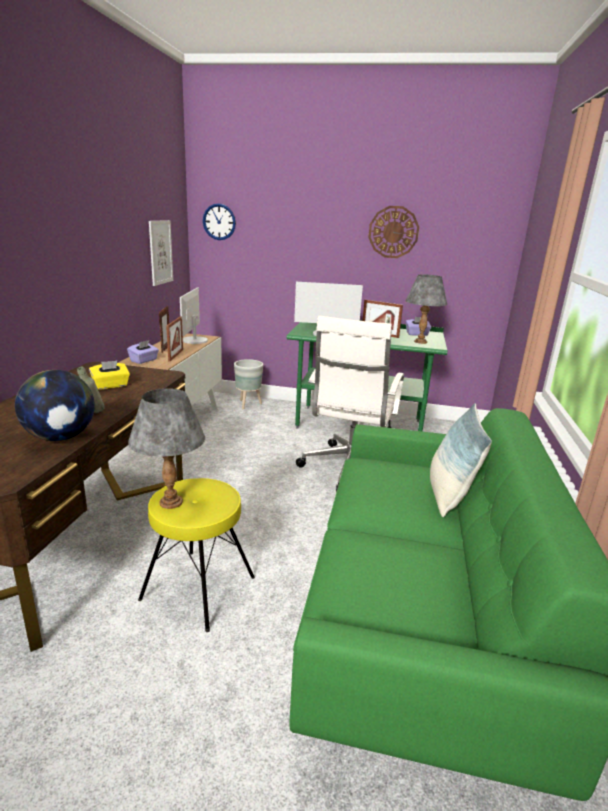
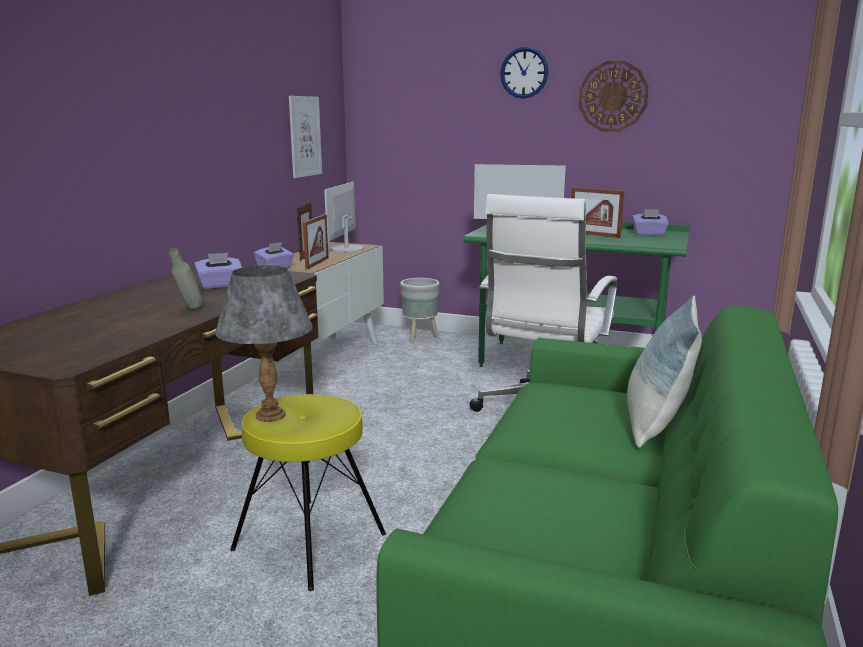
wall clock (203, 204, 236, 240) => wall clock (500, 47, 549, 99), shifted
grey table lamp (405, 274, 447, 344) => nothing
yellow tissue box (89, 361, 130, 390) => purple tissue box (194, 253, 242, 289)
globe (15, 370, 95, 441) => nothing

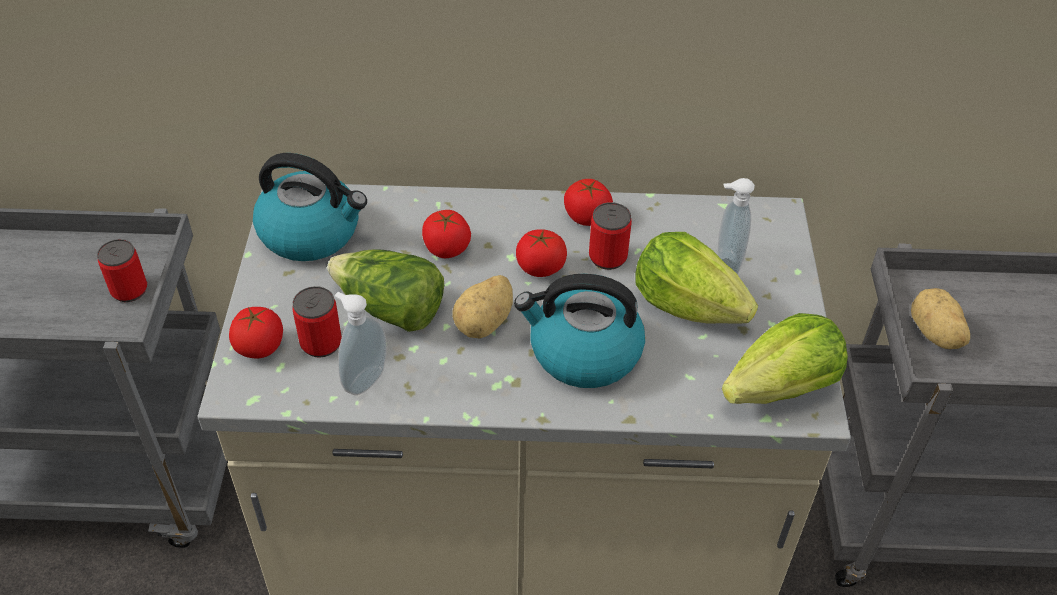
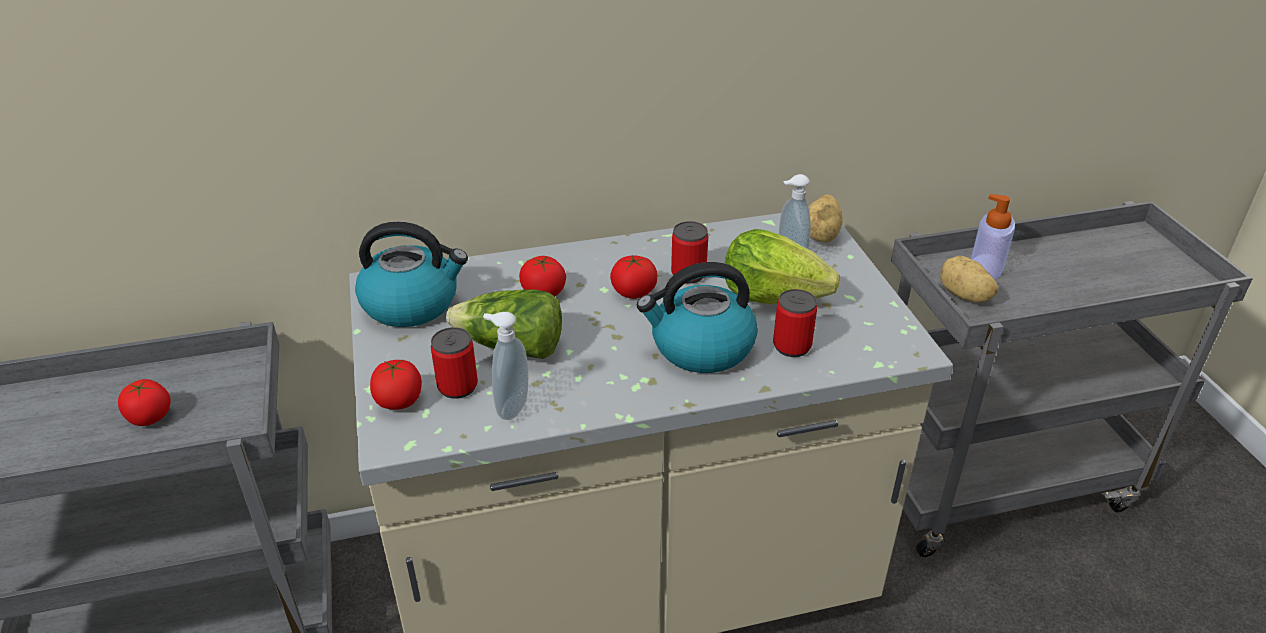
tomato (564, 179, 613, 226) => tomato (118, 379, 171, 426), shifted
can (97, 239, 147, 302) => can (773, 289, 817, 357), shifted
potato (452, 275, 513, 338) => potato (809, 195, 843, 243), shifted
lettuce (722, 313, 848, 404) => nothing
nothing => soap dispenser (971, 194, 1015, 280)

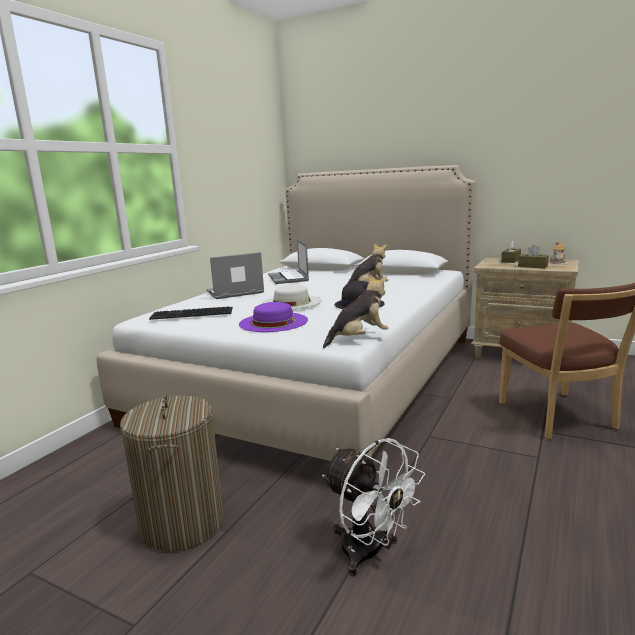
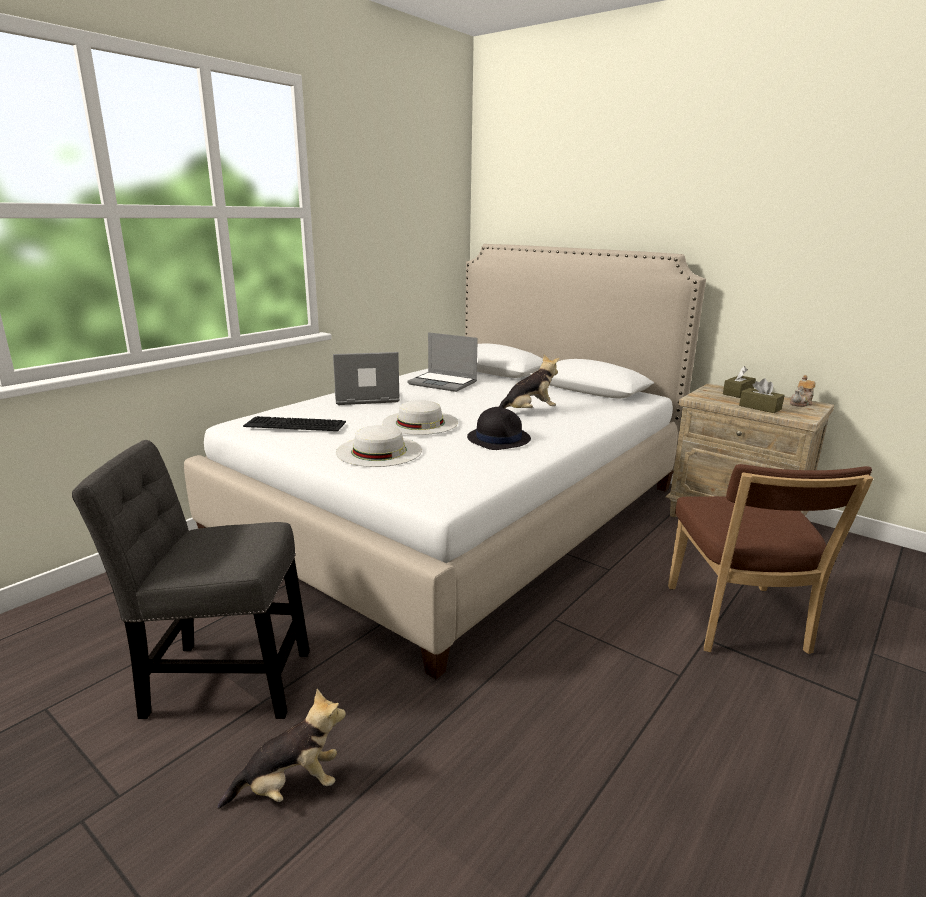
laptop (268, 239, 309, 284) => laptop (407, 332, 478, 392), 60 degrees counterclockwise
plush toy (323, 274, 389, 348) => plush toy (217, 689, 346, 809), shifted
purple hat (239, 302, 308, 332) => white hat (336, 425, 422, 467)
laundry basket (120, 394, 224, 552) => grey chair (72, 440, 310, 719)
white fan (322, 438, 425, 576) => nothing

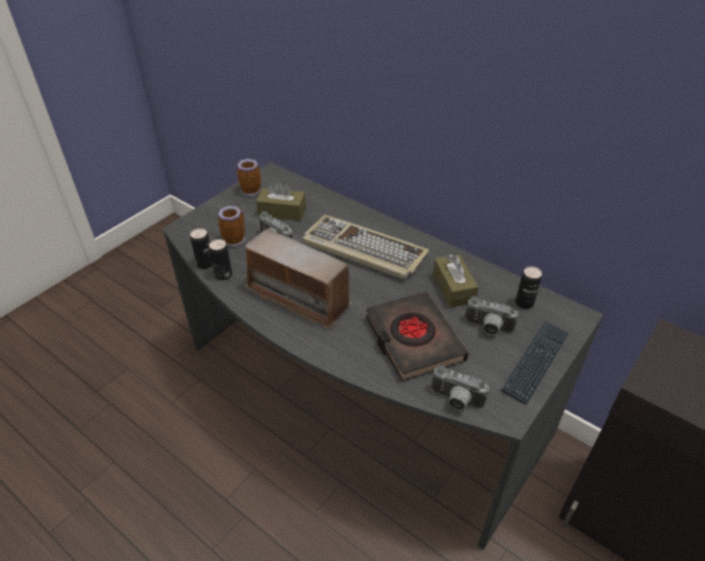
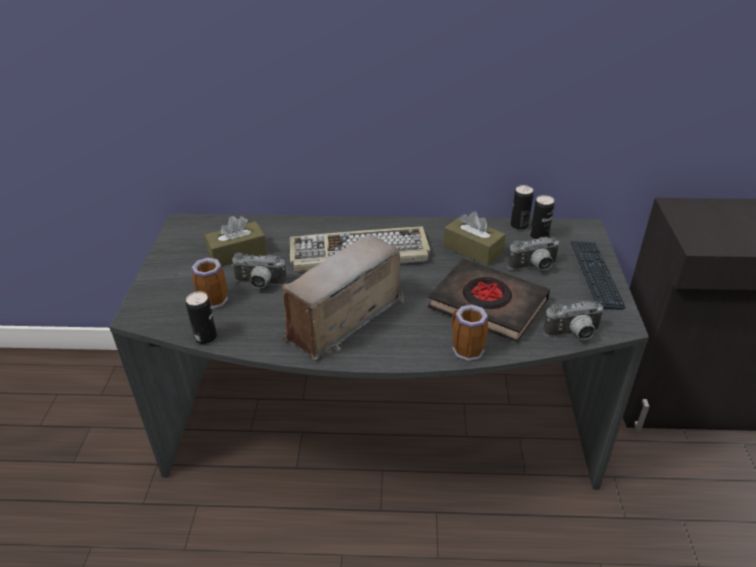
mug (237, 159, 262, 197) => mug (452, 304, 489, 361), shifted
radio (244, 228, 353, 329) => radio (283, 235, 404, 360), 135 degrees clockwise
can (209, 239, 232, 280) => can (511, 185, 534, 230), shifted

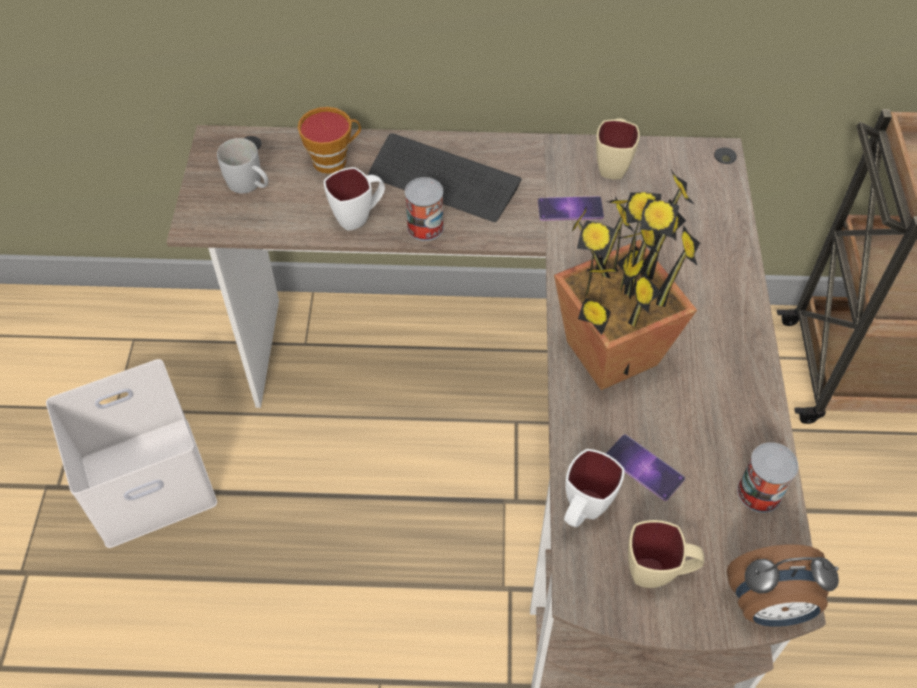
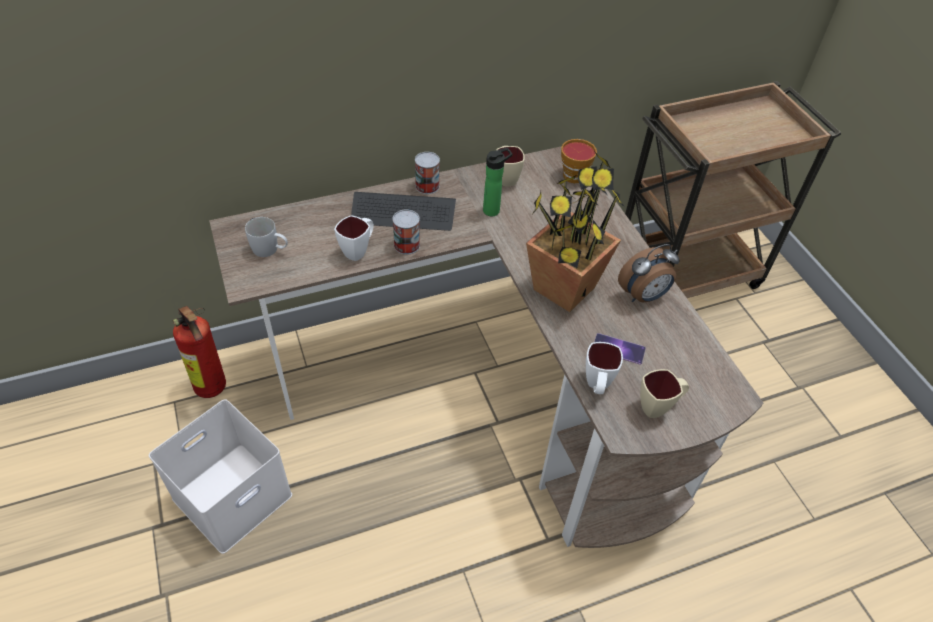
cup (298, 107, 361, 174) => cup (561, 139, 597, 184), shifted
phone (538, 196, 604, 221) => bottle (483, 148, 512, 216)
can (737, 442, 798, 513) => can (415, 152, 440, 194), shifted
alarm clock (727, 544, 839, 627) => alarm clock (618, 244, 680, 302), shifted
nothing => fire extinguisher (172, 306, 226, 398)

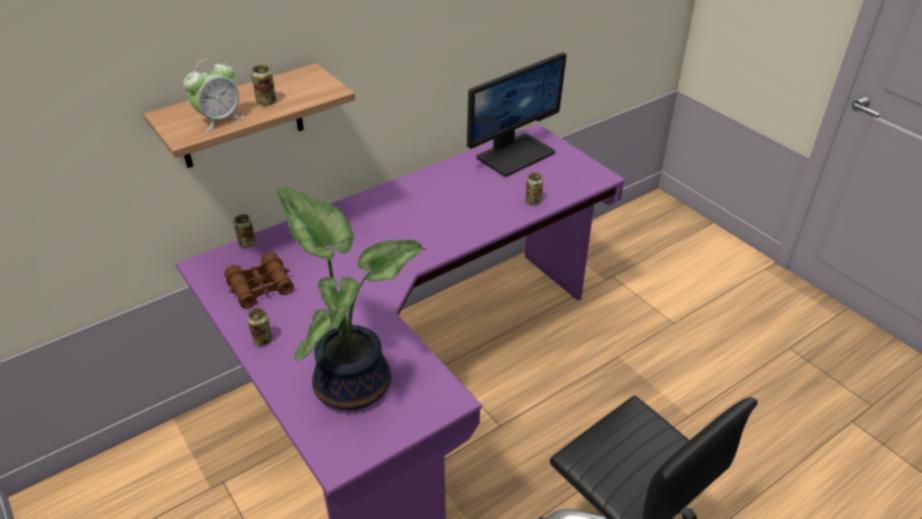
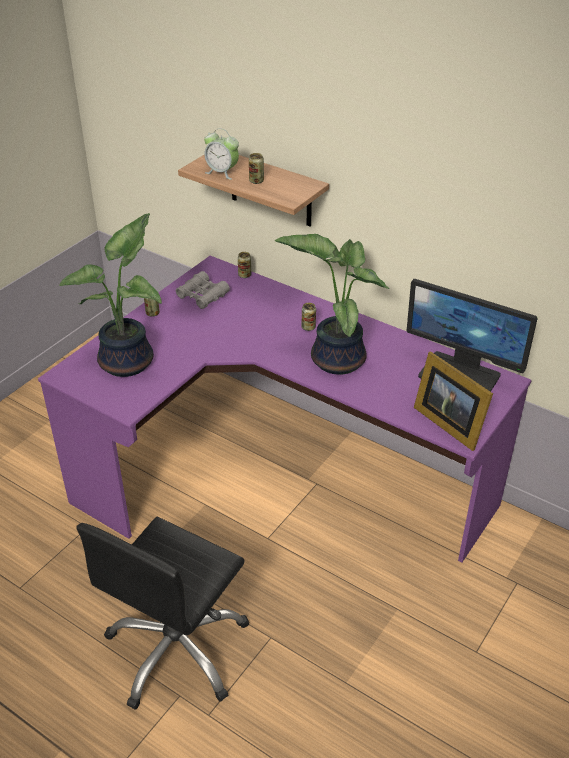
can (526, 173, 543, 205) => can (301, 303, 316, 331), shifted
brown binoculars (224, 252, 294, 309) => grey binoculars (176, 271, 230, 309)
nothing => potted plant (275, 234, 389, 375)
nothing => picture frame (414, 351, 493, 451)

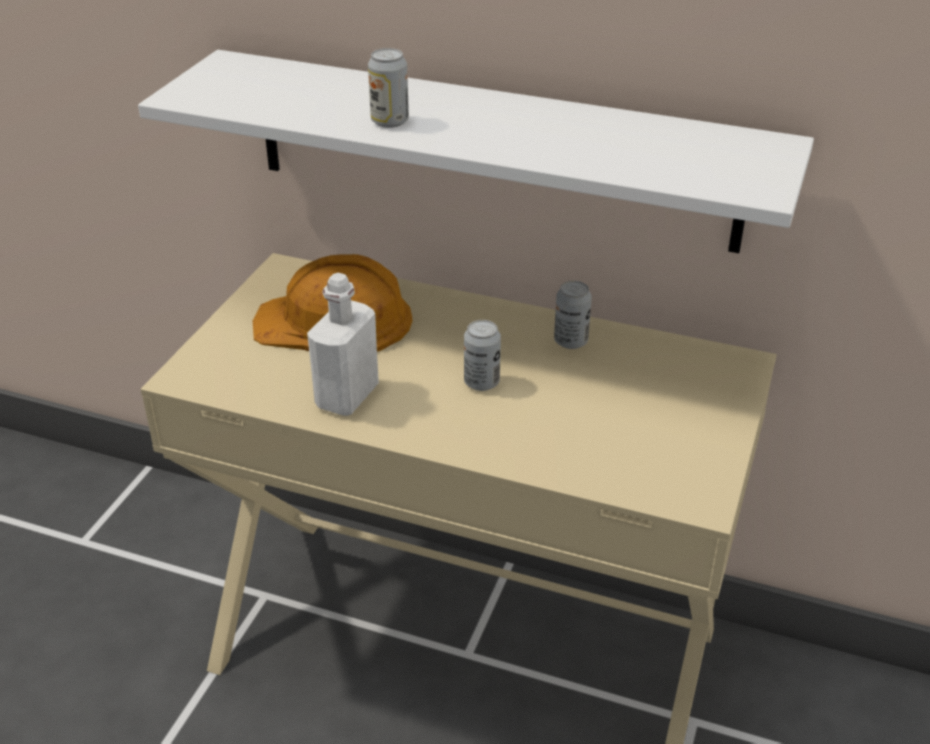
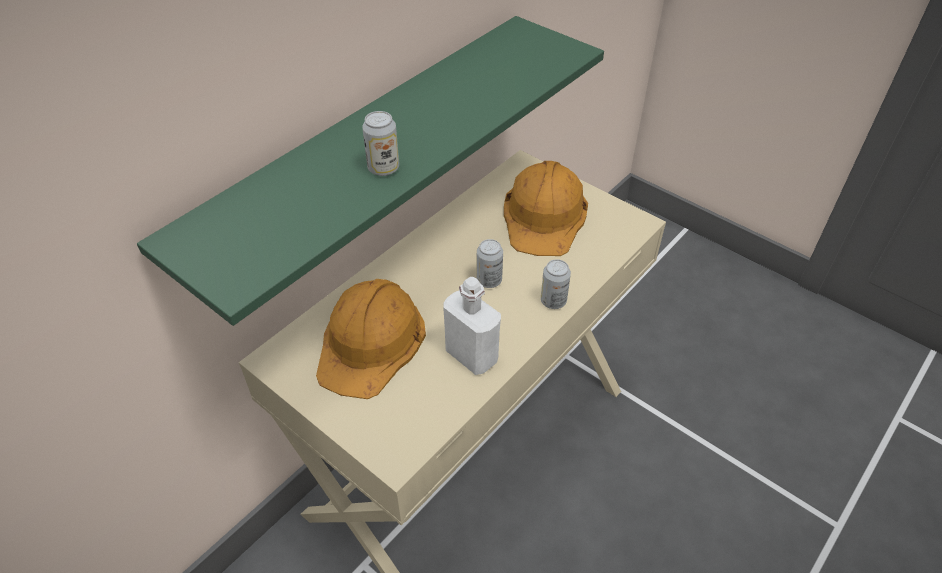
white shelf (138, 50, 814, 253) => green shelf (137, 16, 604, 326)
can (554, 281, 592, 349) => can (541, 259, 571, 309), shifted
nothing => orange hard hat (504, 161, 588, 256)

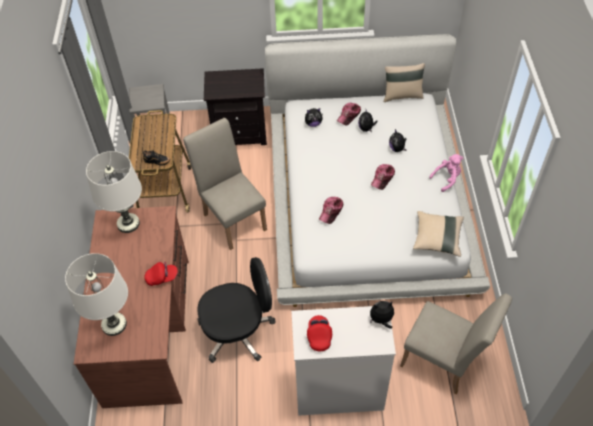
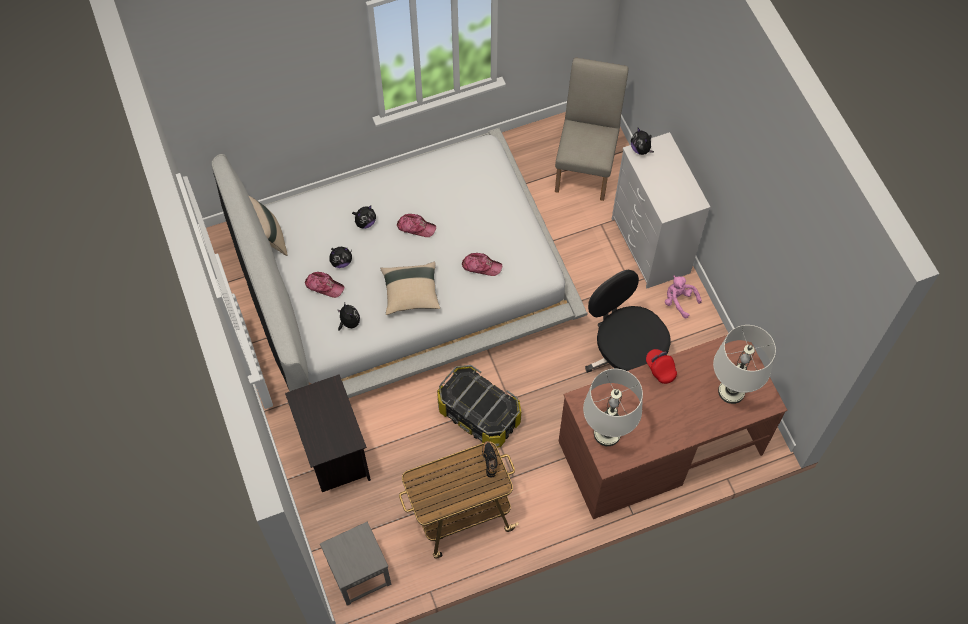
beige chair (183, 118, 267, 250) => storage box (437, 365, 521, 448)
pink plush toy (429, 154, 464, 192) => pink plush toy (665, 276, 702, 318), shifted
beige pillow (413, 211, 464, 257) => beige pillow (380, 262, 440, 315), shifted
red cap (307, 315, 332, 351) => nothing

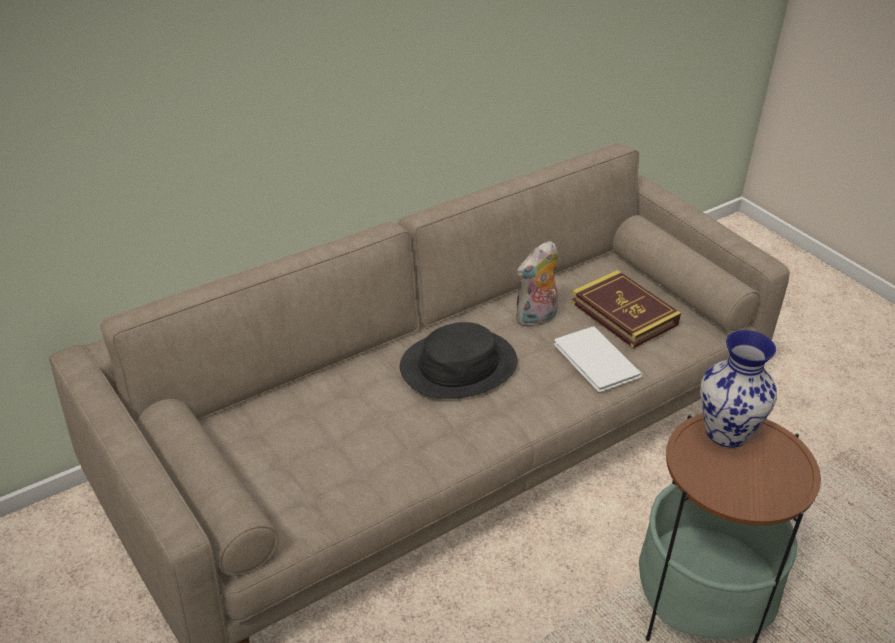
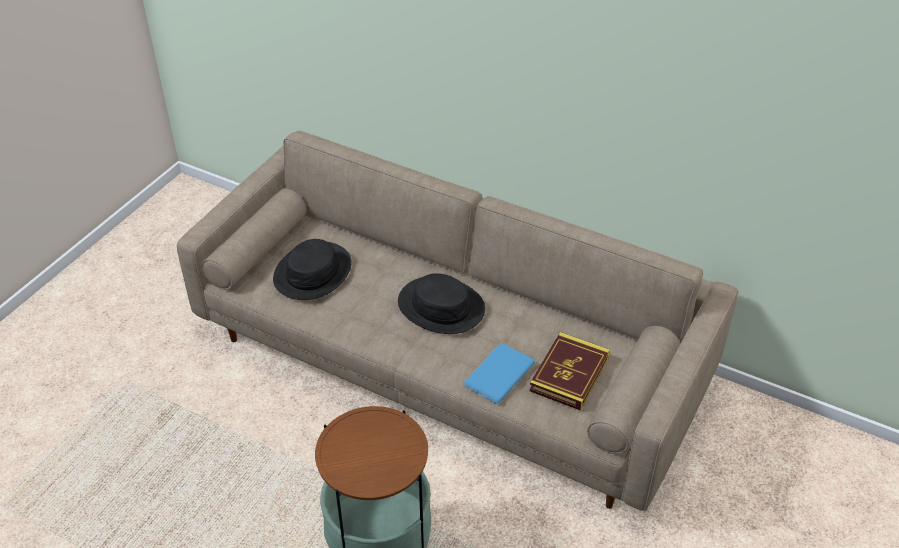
plush toy (516, 241, 558, 329) => nothing
white book (554, 326, 643, 392) => blue book (464, 343, 535, 404)
vase (700, 330, 777, 448) => nothing
nothing => black hat (273, 239, 352, 300)

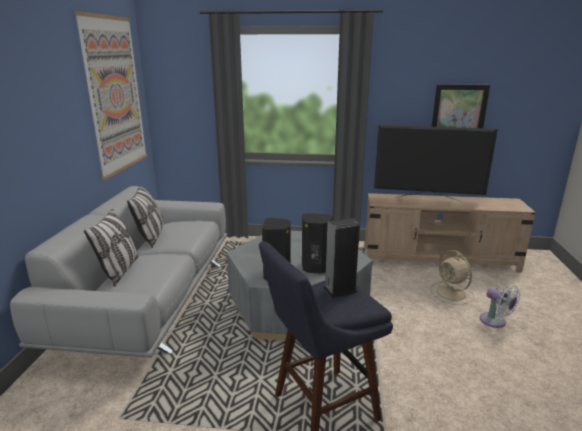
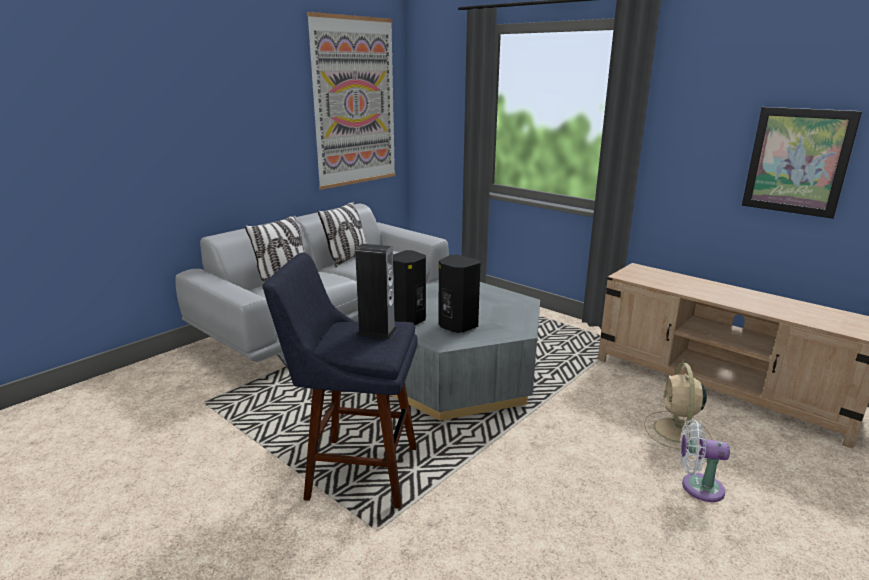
television (374, 125, 498, 202) => nothing
white fan (480, 285, 520, 328) => white fan (680, 419, 730, 502), 105 degrees clockwise

